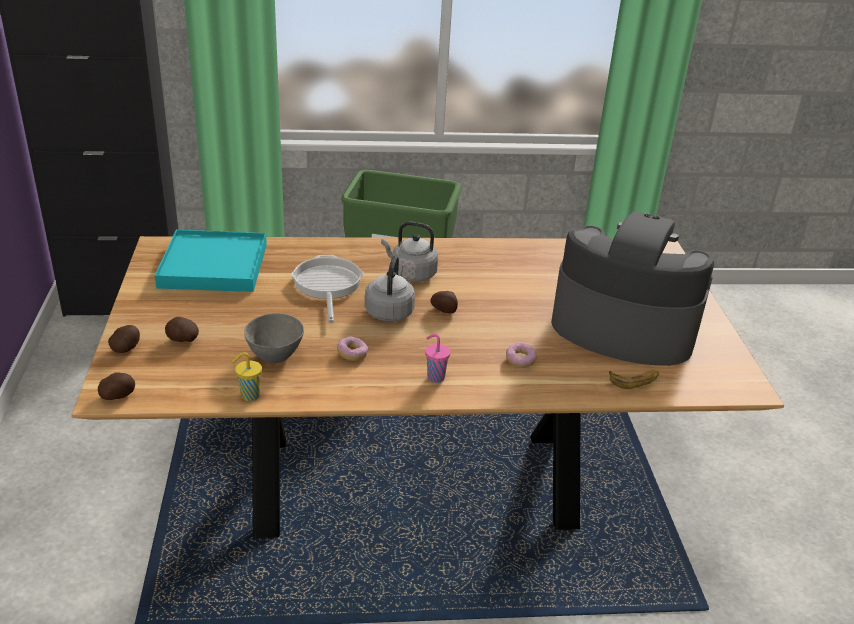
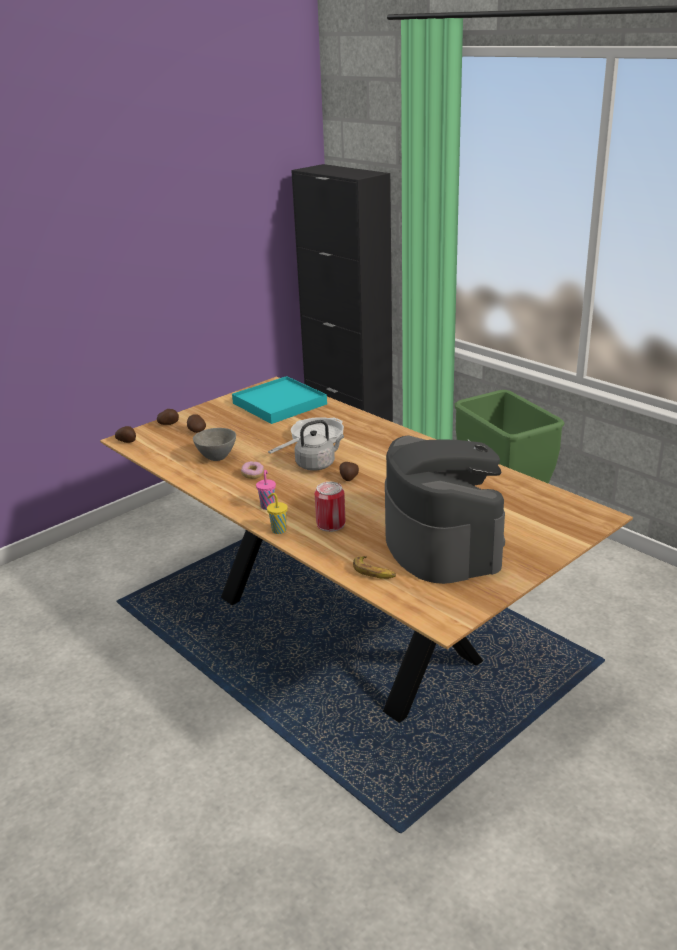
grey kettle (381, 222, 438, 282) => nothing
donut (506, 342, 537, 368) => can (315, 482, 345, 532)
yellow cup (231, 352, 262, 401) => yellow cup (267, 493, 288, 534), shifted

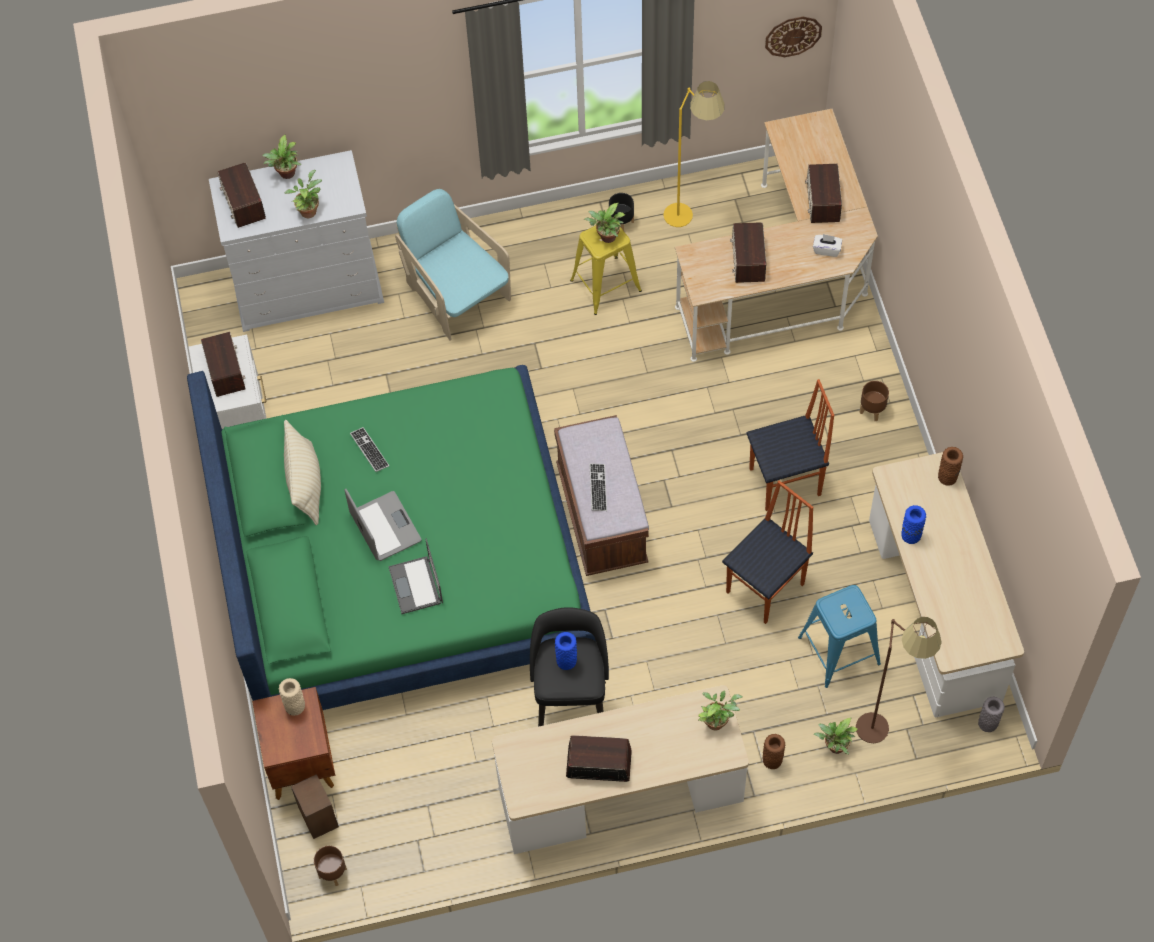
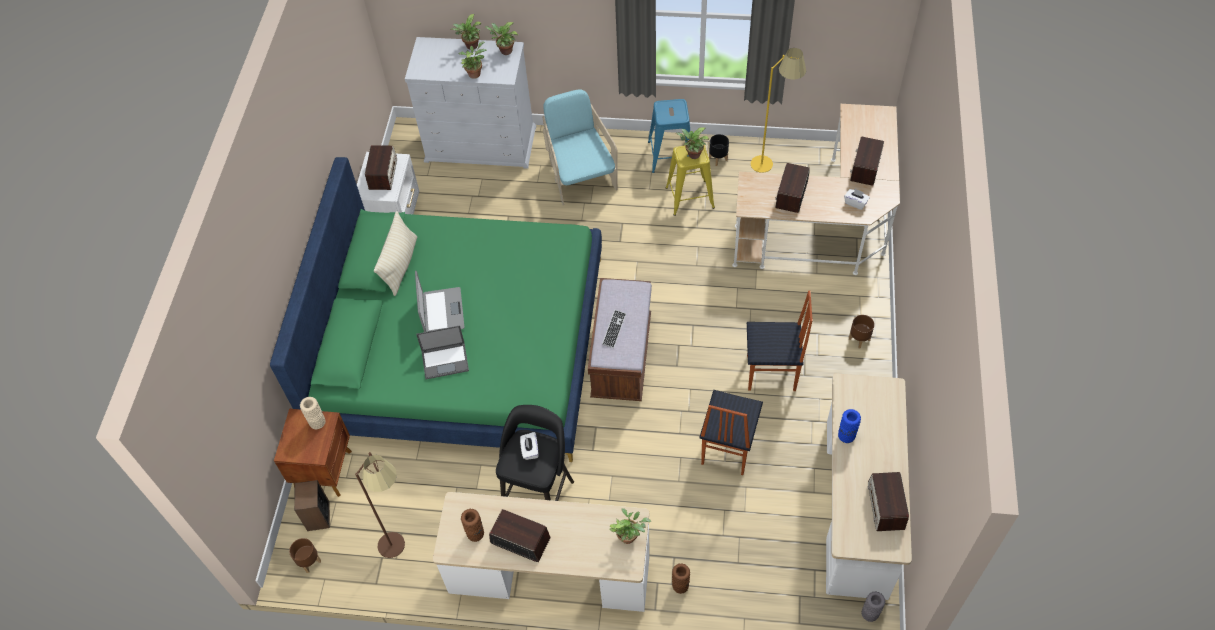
wall clock (765, 17, 822, 57) => nothing
radio (218, 162, 266, 228) => radio (867, 472, 909, 531), shifted
keyboard (350, 427, 389, 472) => nothing
brown vase (938, 447, 963, 486) => brown vase (461, 509, 484, 542), shifted
chair (722, 481, 813, 624) => chair (699, 390, 763, 475), 135 degrees clockwise
laptop (388, 539, 443, 614) => laptop (416, 325, 469, 379), 105 degrees counterclockwise
blue stool (798, 585, 881, 688) => blue stool (648, 99, 694, 173), shifted
brown floor lamp (856, 617, 942, 743) => brown floor lamp (355, 452, 405, 558), shifted
blue vase (555, 632, 577, 670) => white tissue box (520, 432, 538, 460)
potted plant (813, 718, 858, 754) => potted plant (485, 22, 518, 55), shifted

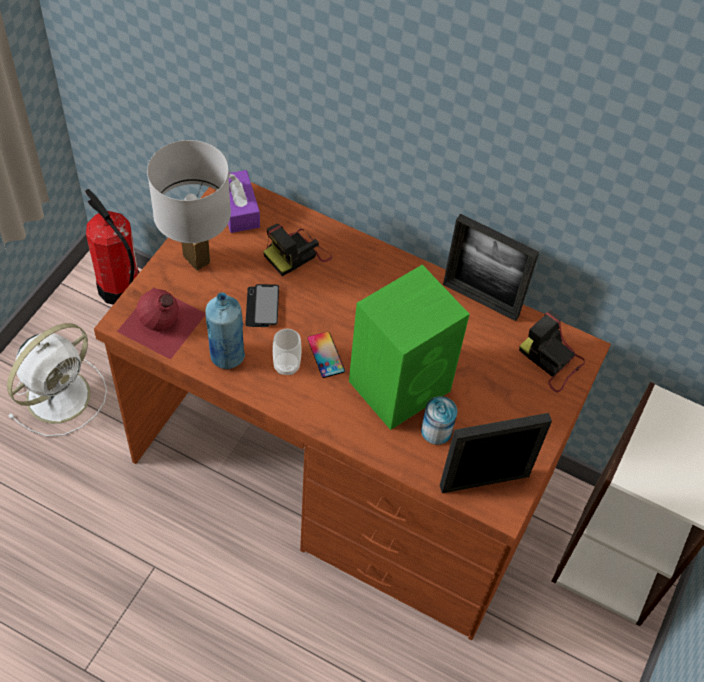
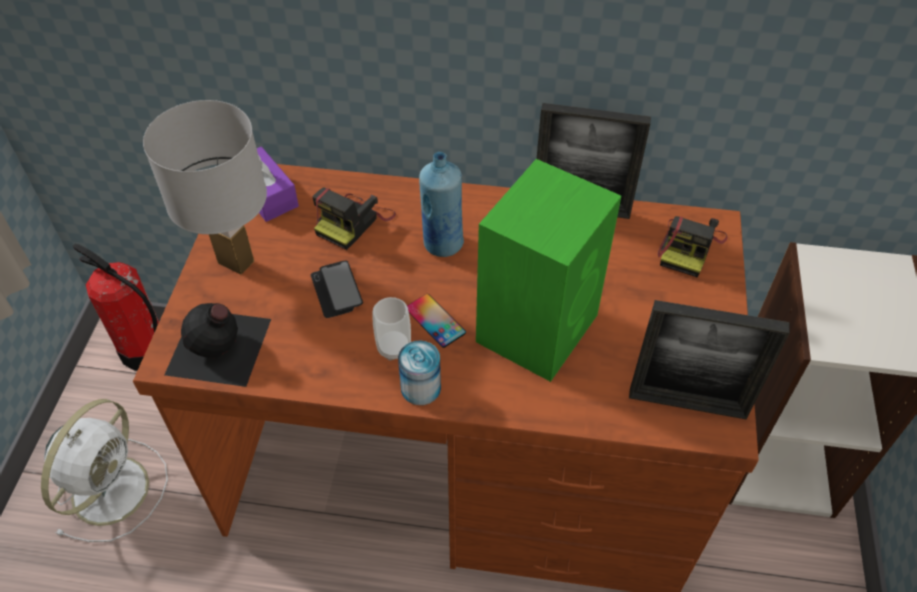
red bottle (117, 287, 206, 360) => black bottle (164, 303, 271, 387)
blue bottle (205, 292, 245, 369) => blue bottle (419, 152, 464, 257), shifted
photo camera (519, 310, 585, 392) => photo camera (658, 216, 727, 278), 90 degrees counterclockwise
can (421, 396, 458, 445) => can (398, 340, 441, 405), shifted
picture frame (440, 413, 552, 493) => picture frame (629, 300, 790, 420), 135 degrees counterclockwise

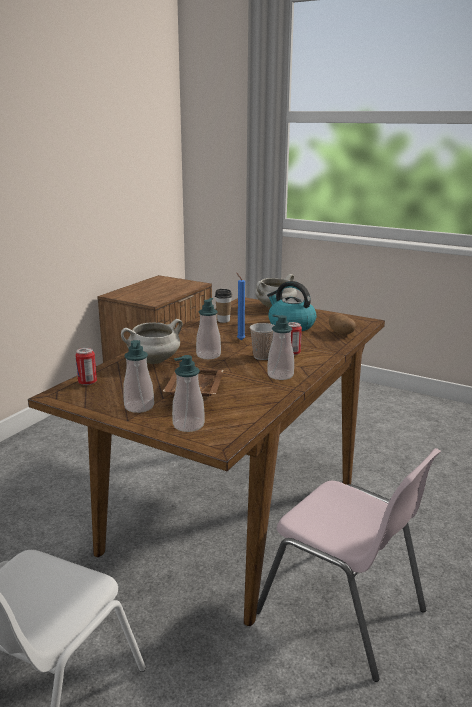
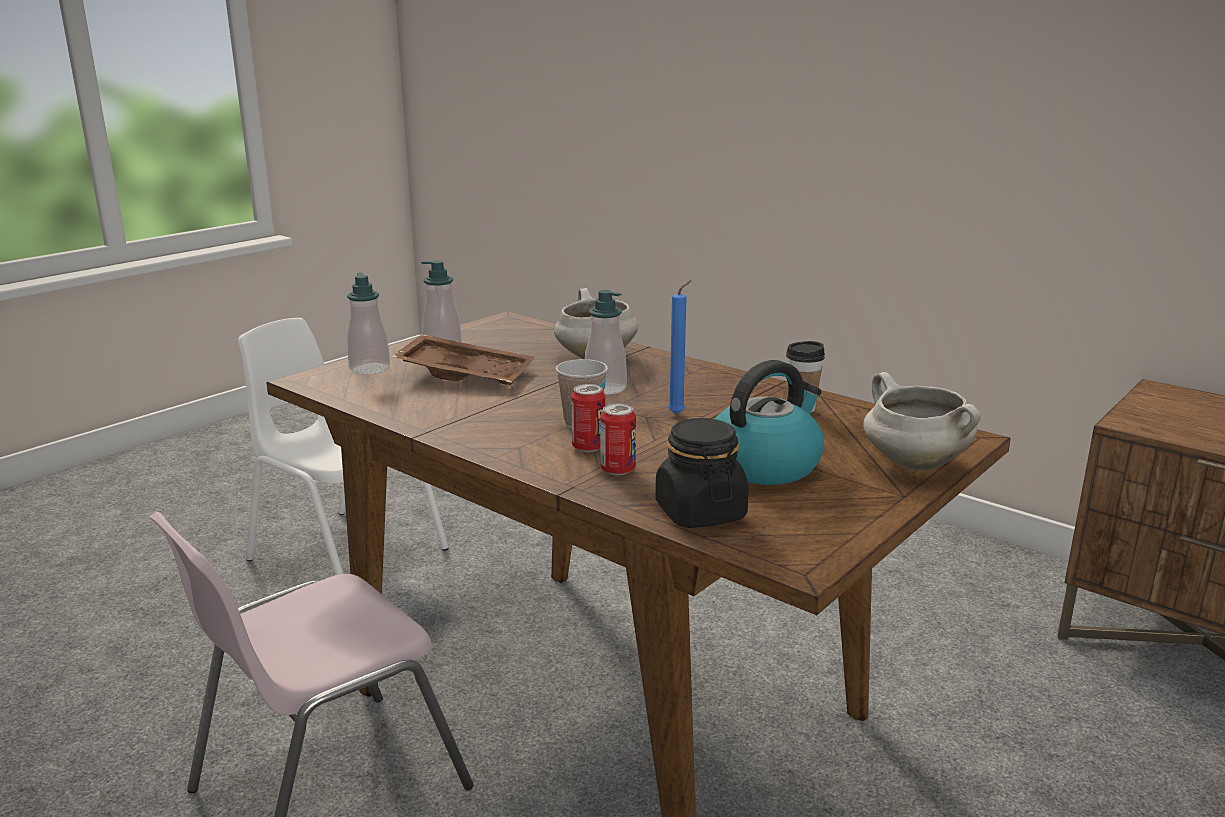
potato (329, 313, 356, 335) => black jar (655, 418, 749, 528)
soap dispenser (267, 314, 294, 380) => nothing
can (75, 348, 97, 385) => can (600, 404, 636, 475), shifted

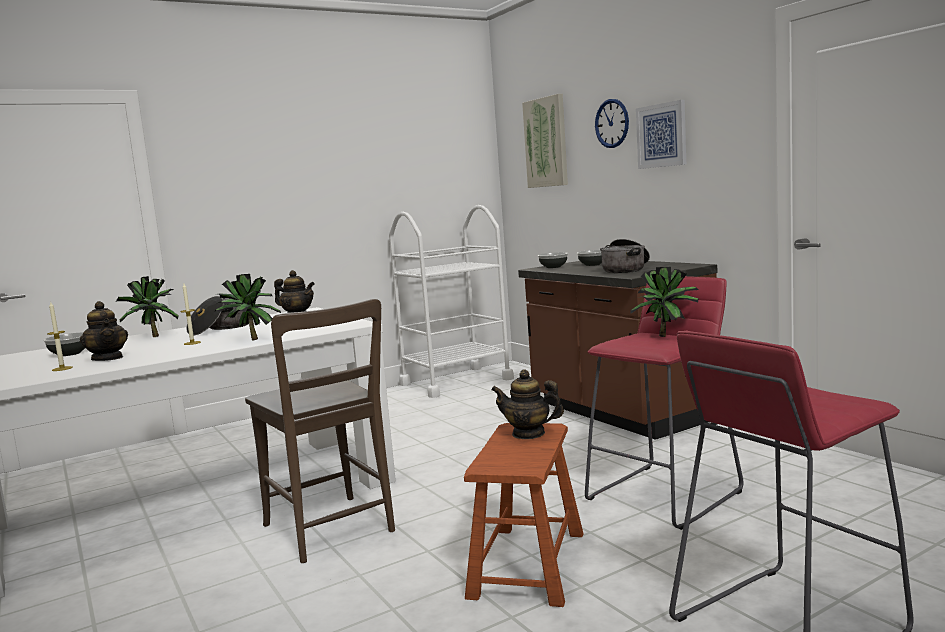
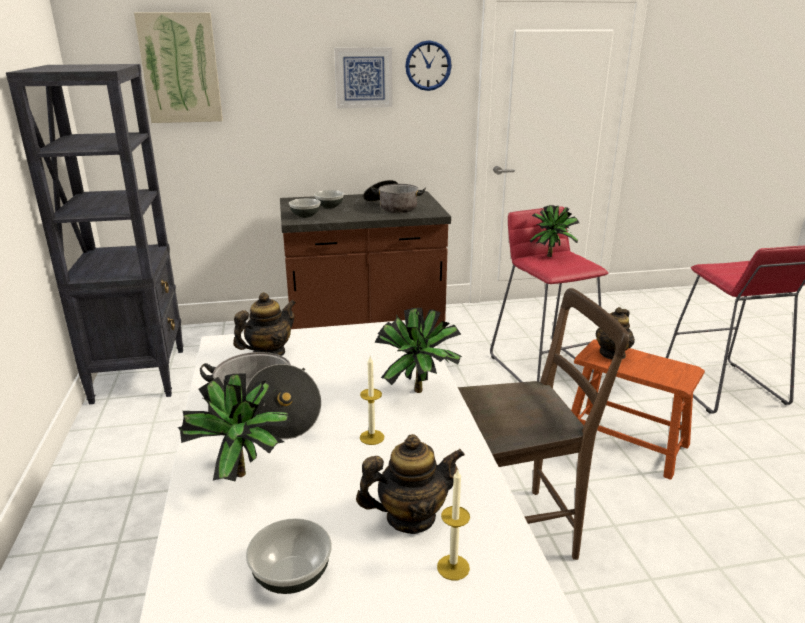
wall clock (595, 99, 629, 148) => wall clock (405, 40, 452, 91), shifted
white cart (389, 205, 514, 398) => black bookcase (6, 64, 184, 404)

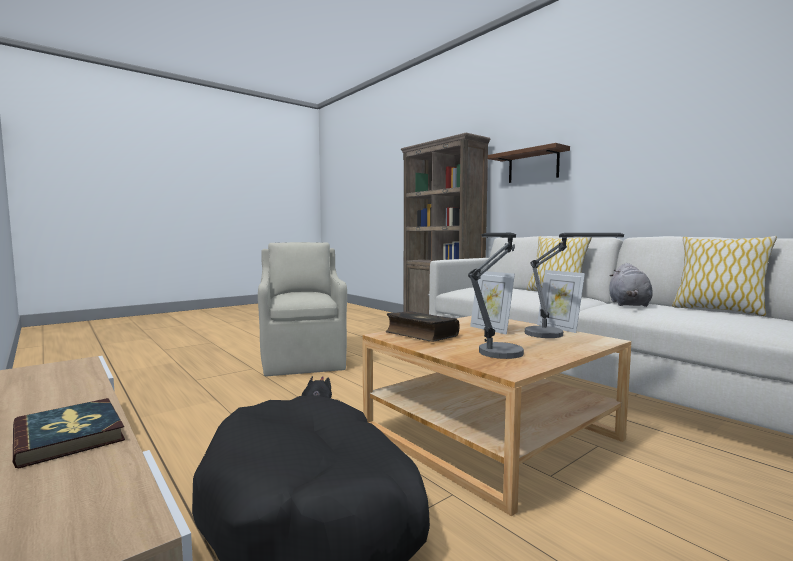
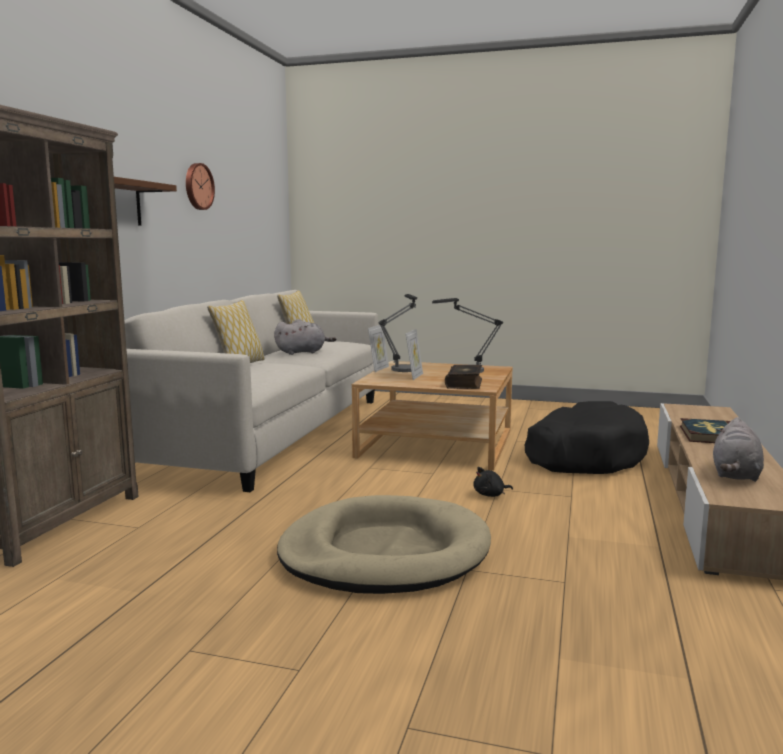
beige armchair (258, 242, 347, 377) => beige dog bed (277, 495, 491, 594)
nothing => wall clock (186, 163, 215, 210)
nothing => grey plush toy (713, 417, 764, 482)

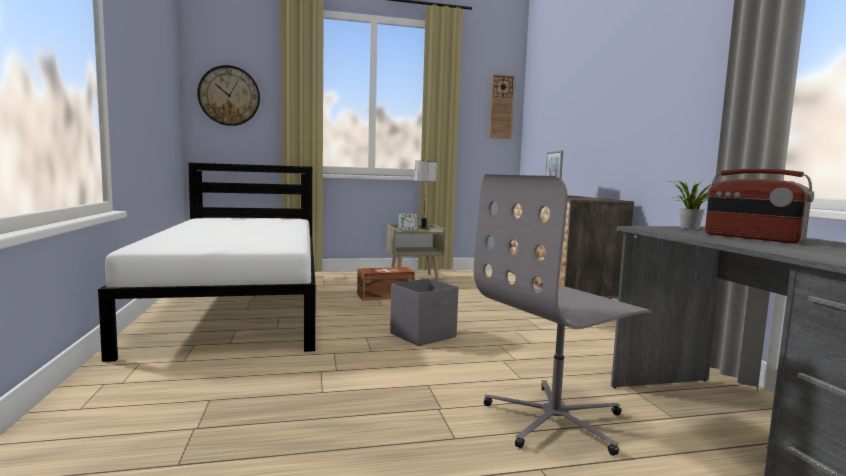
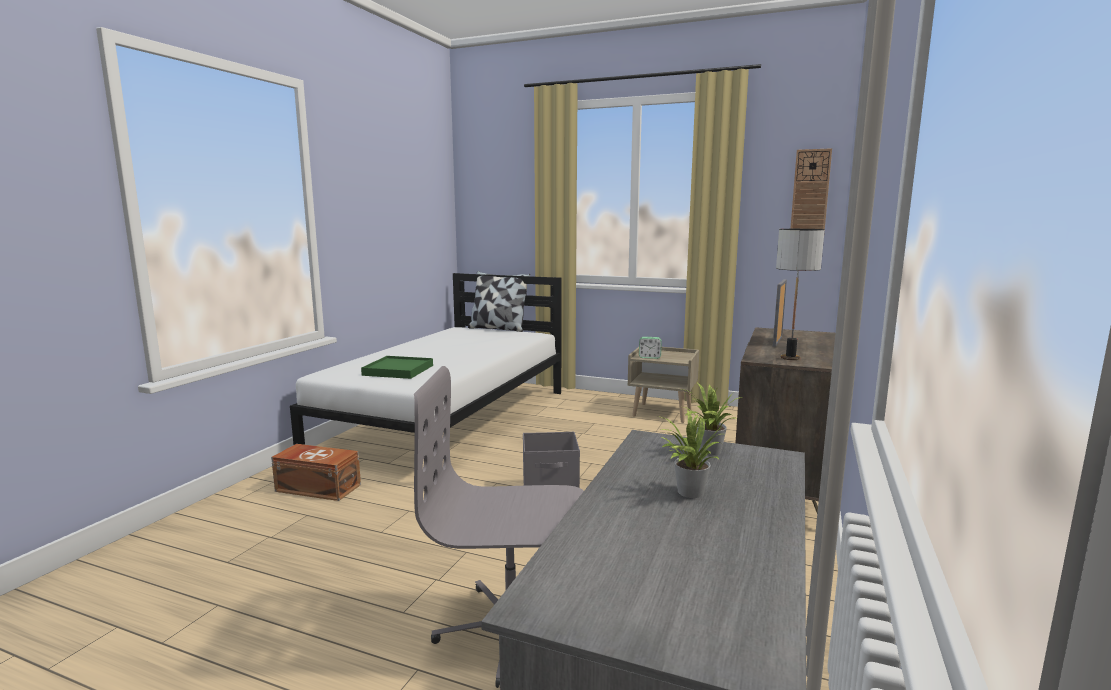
wall clock (197, 65, 260, 126) => nothing
table lamp (415, 161, 437, 229) => table lamp (776, 229, 825, 360), shifted
radio (705, 169, 814, 243) => potted plant (658, 410, 721, 498)
brown storage box (357, 267, 415, 300) => brown storage box (271, 444, 361, 501), shifted
nothing => pillow (468, 271, 530, 332)
nothing => green tray (361, 356, 433, 379)

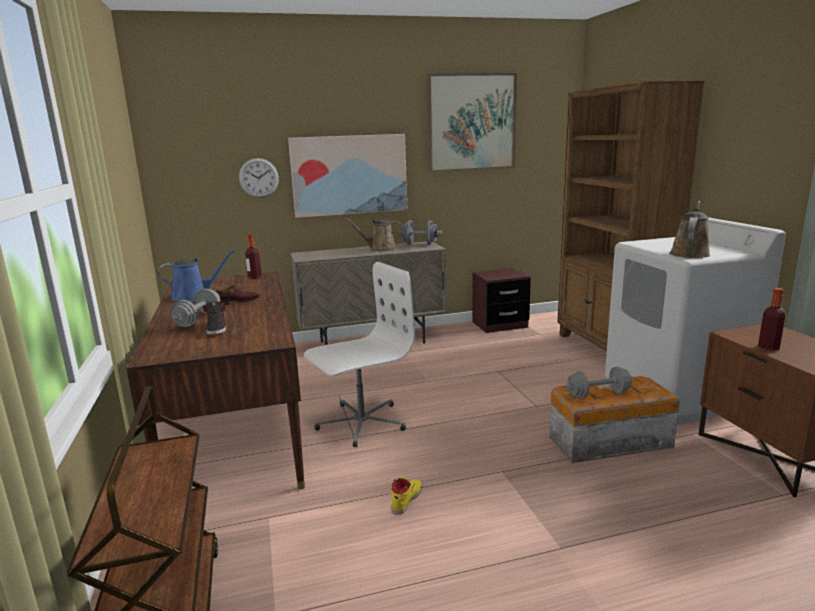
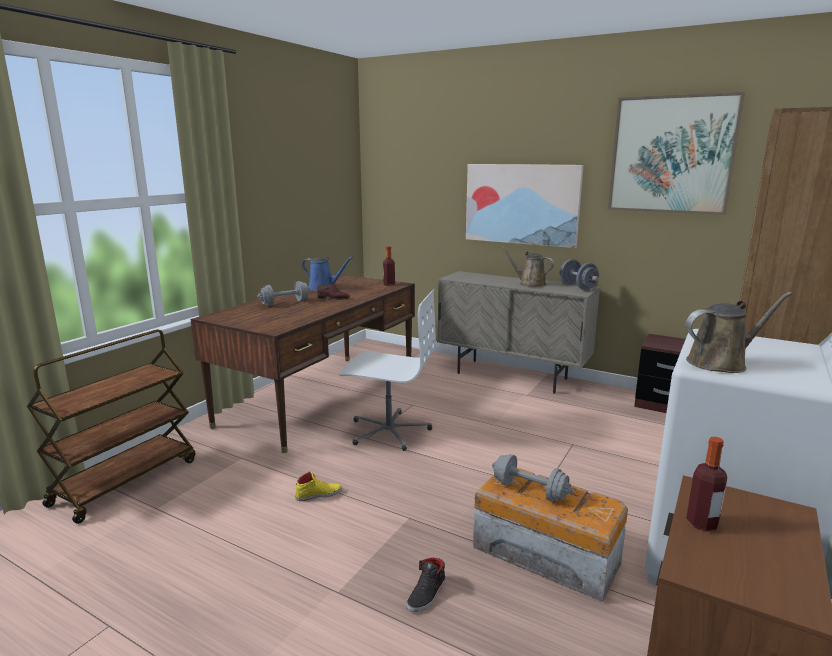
wall clock (239, 158, 279, 198) => nothing
black shoe (203, 301, 226, 335) => black shoe (407, 558, 445, 612), shifted

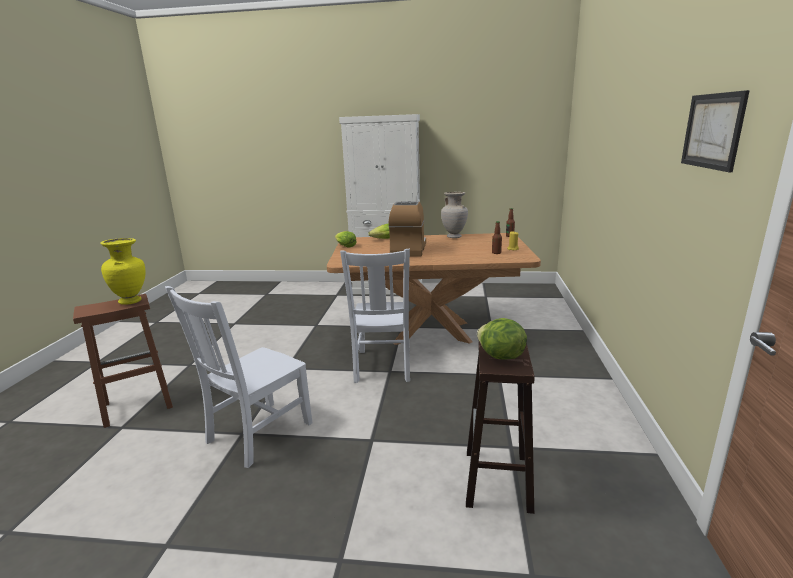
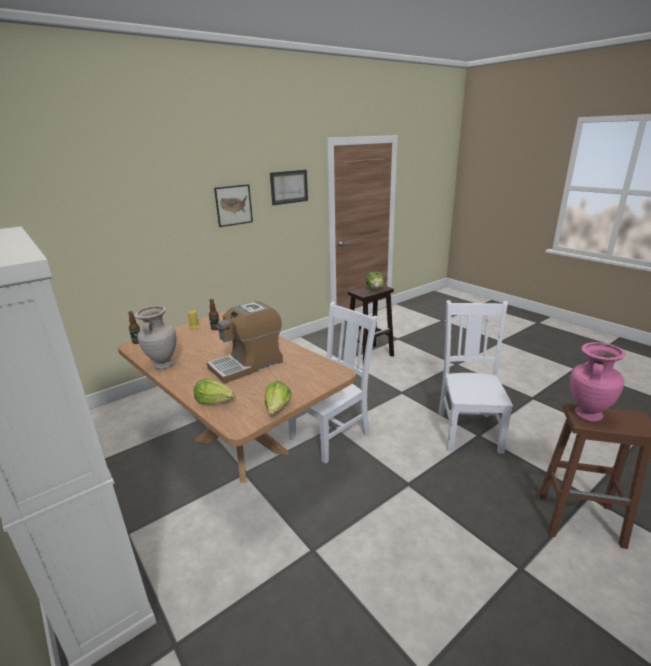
yellow vase (100, 238, 146, 305) => pink vase (570, 342, 626, 422)
white chair (165, 286, 313, 468) => white chair (438, 300, 513, 454), 75 degrees counterclockwise
nothing => picture (214, 184, 253, 227)

